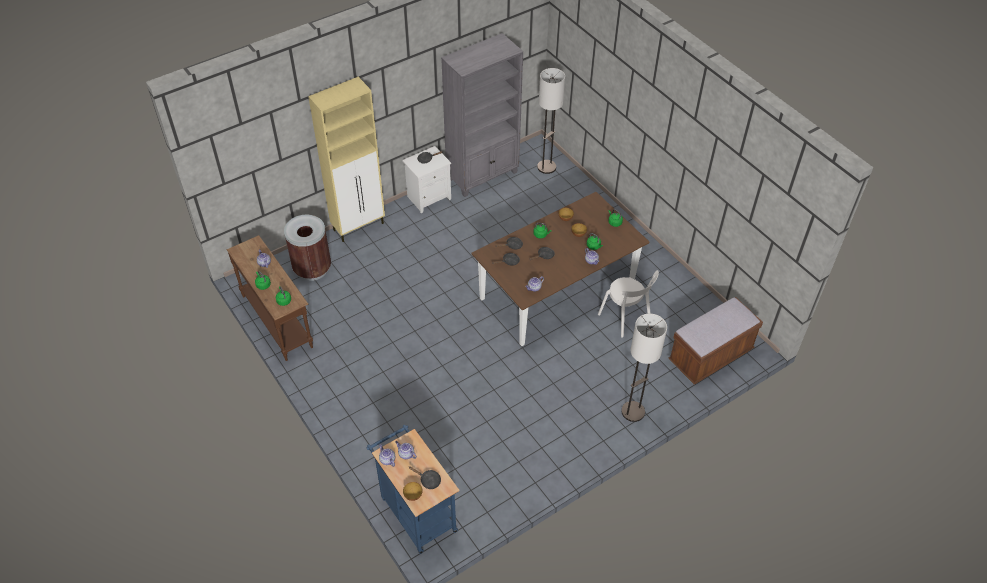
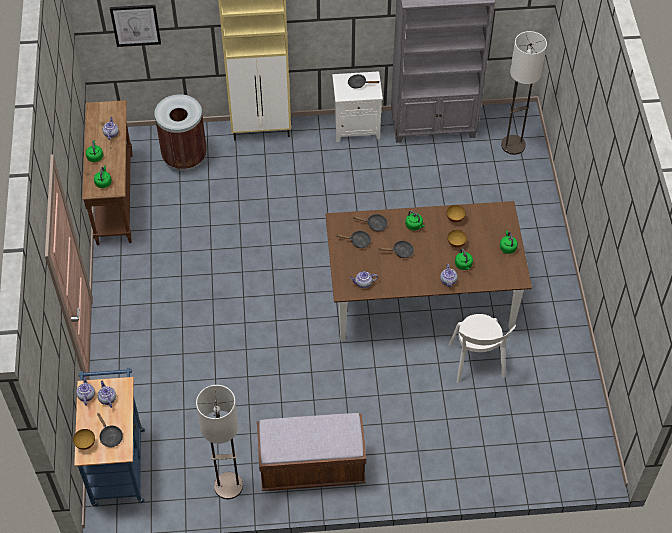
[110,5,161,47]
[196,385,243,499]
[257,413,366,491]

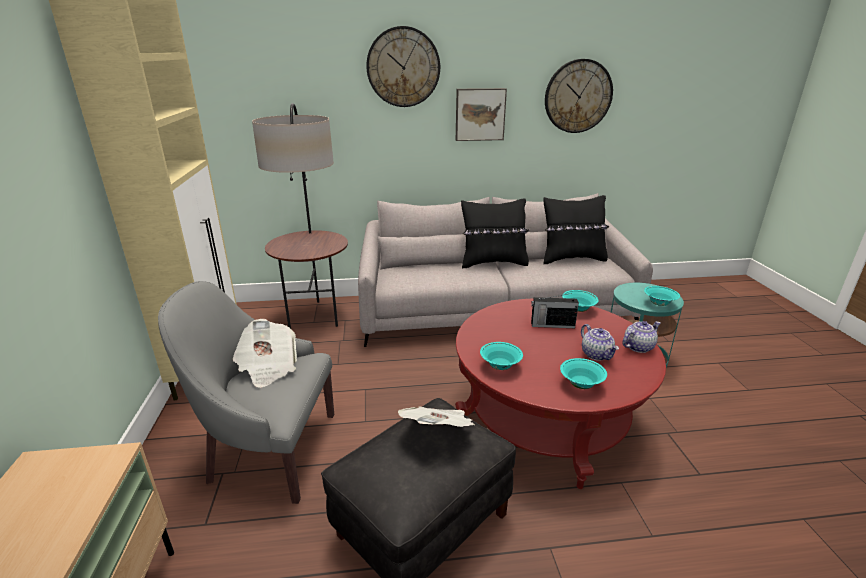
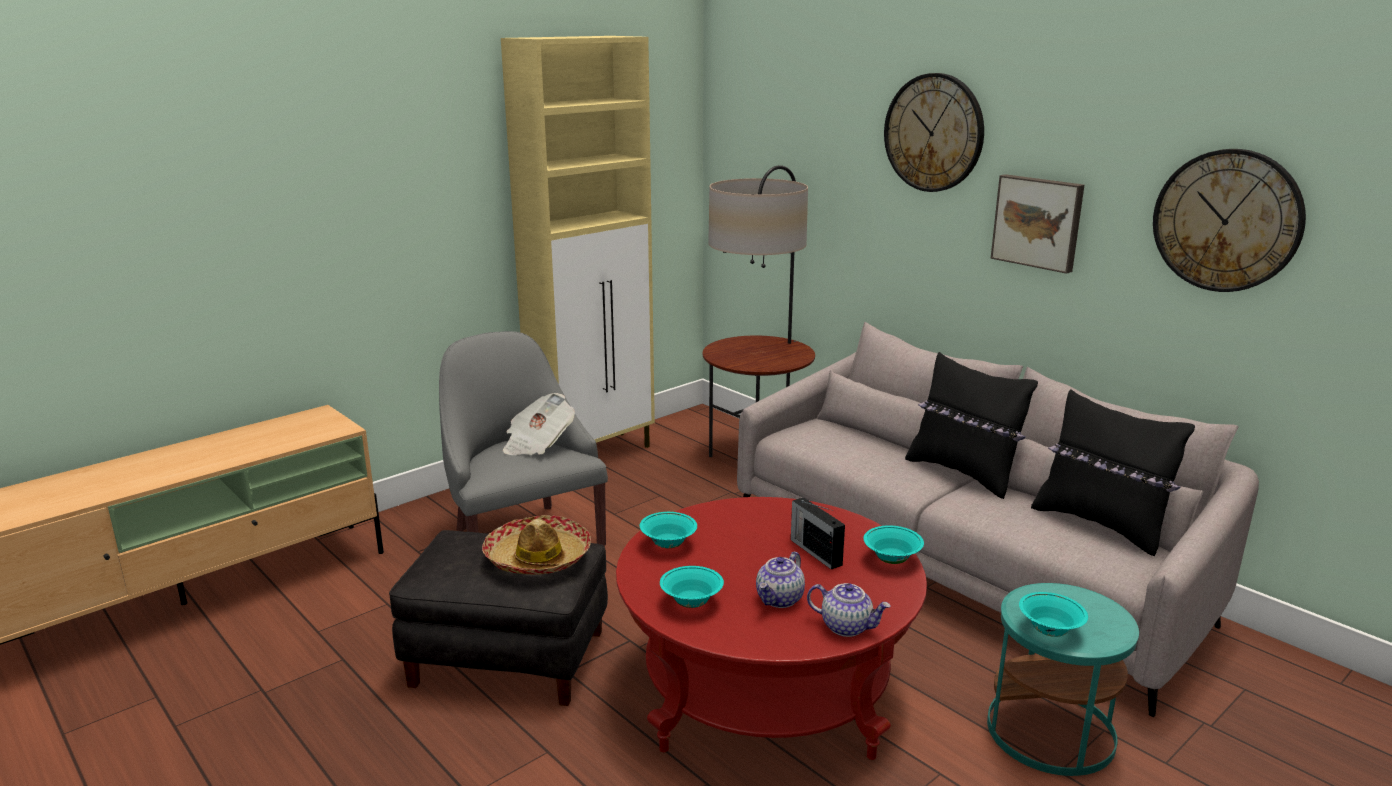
[482,515,591,575]

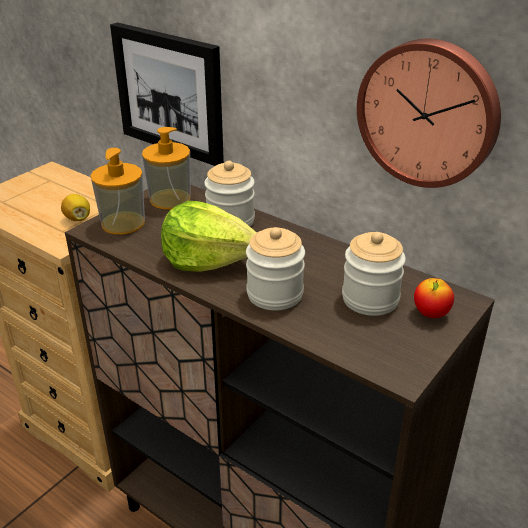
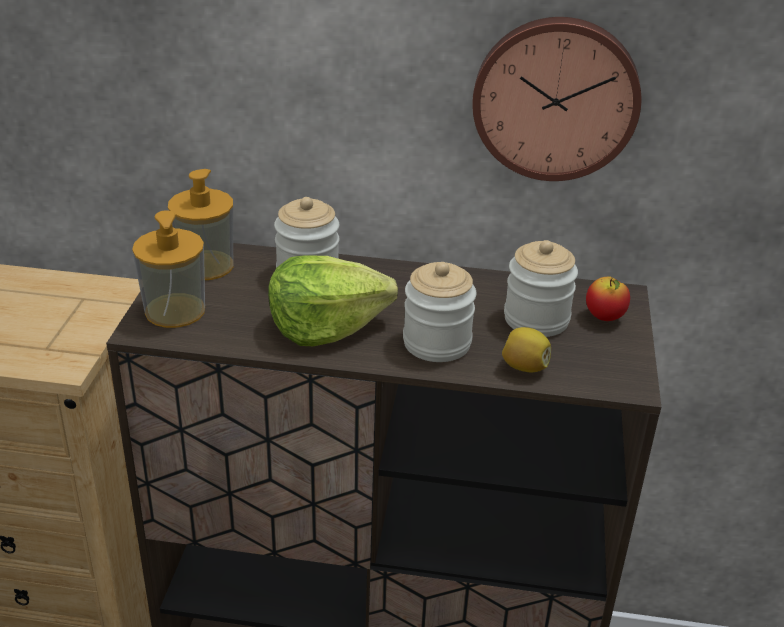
[502,327,551,372]
[110,22,224,166] (first image)

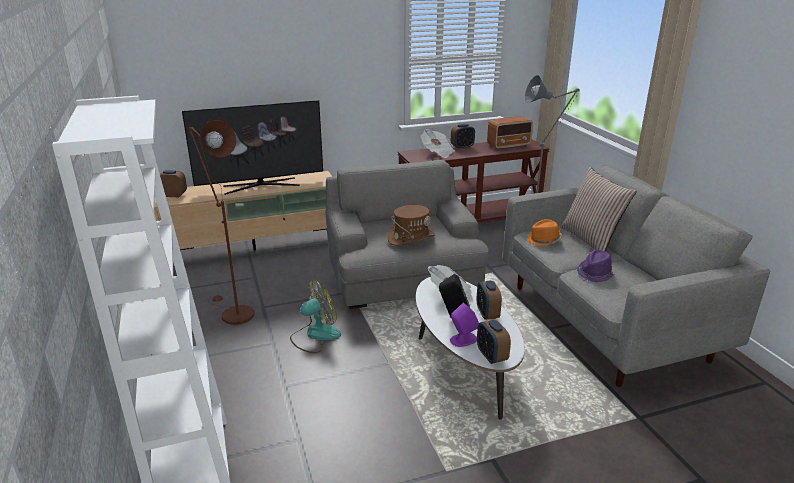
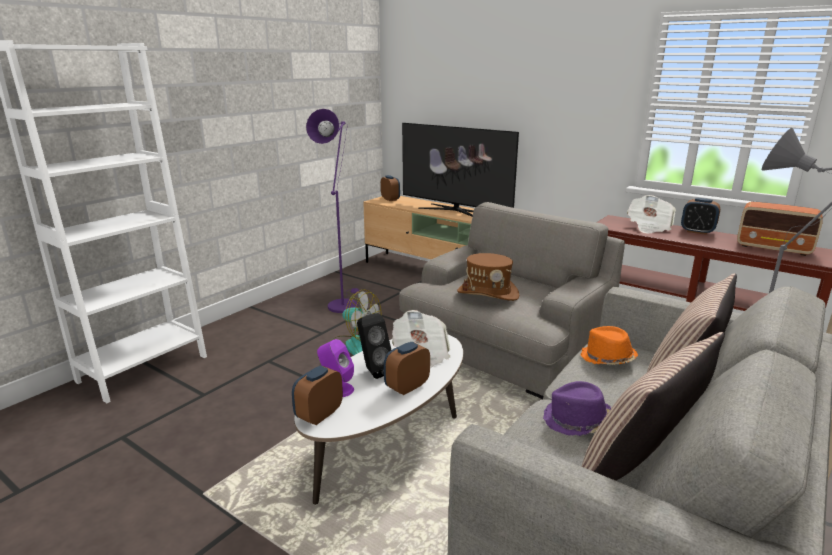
[306,109,360,313]
[581,332,725,481]

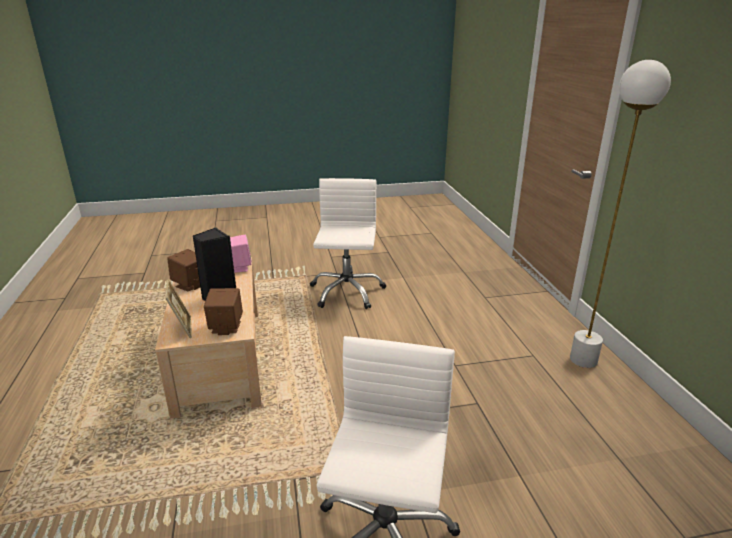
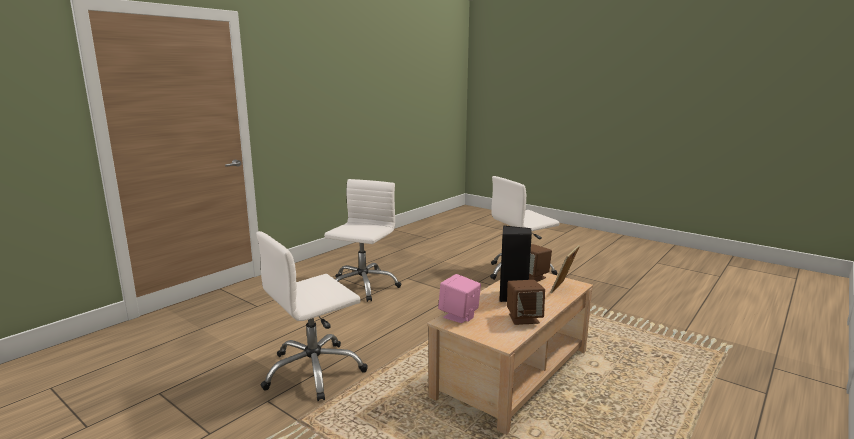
[324,179,401,302]
[570,60,671,368] (first image)

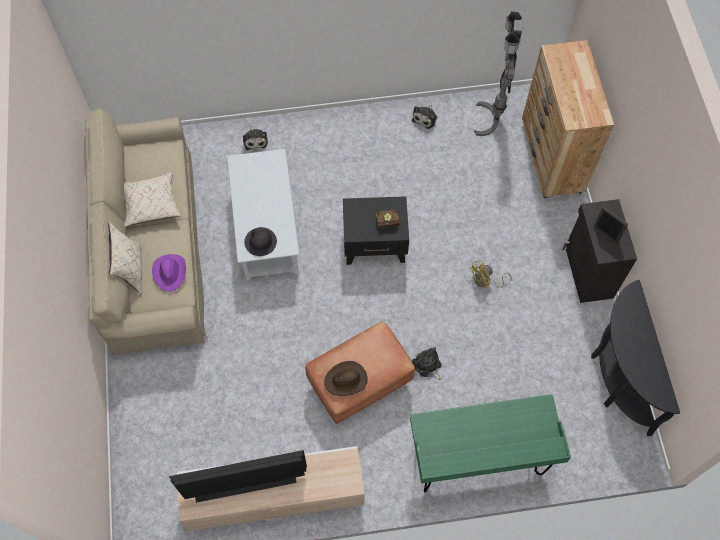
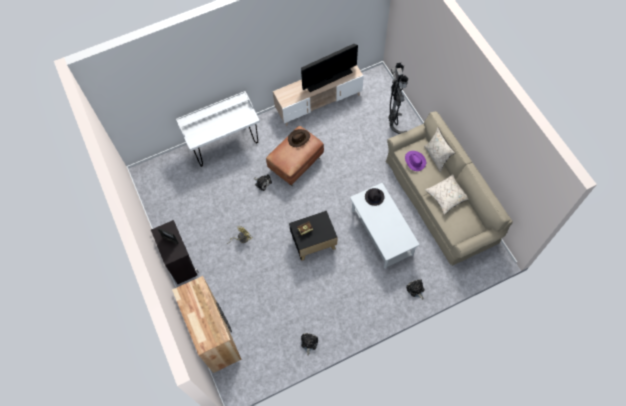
[176,91,260,167]
[388,62,408,134]
[591,280,680,436] (first image)

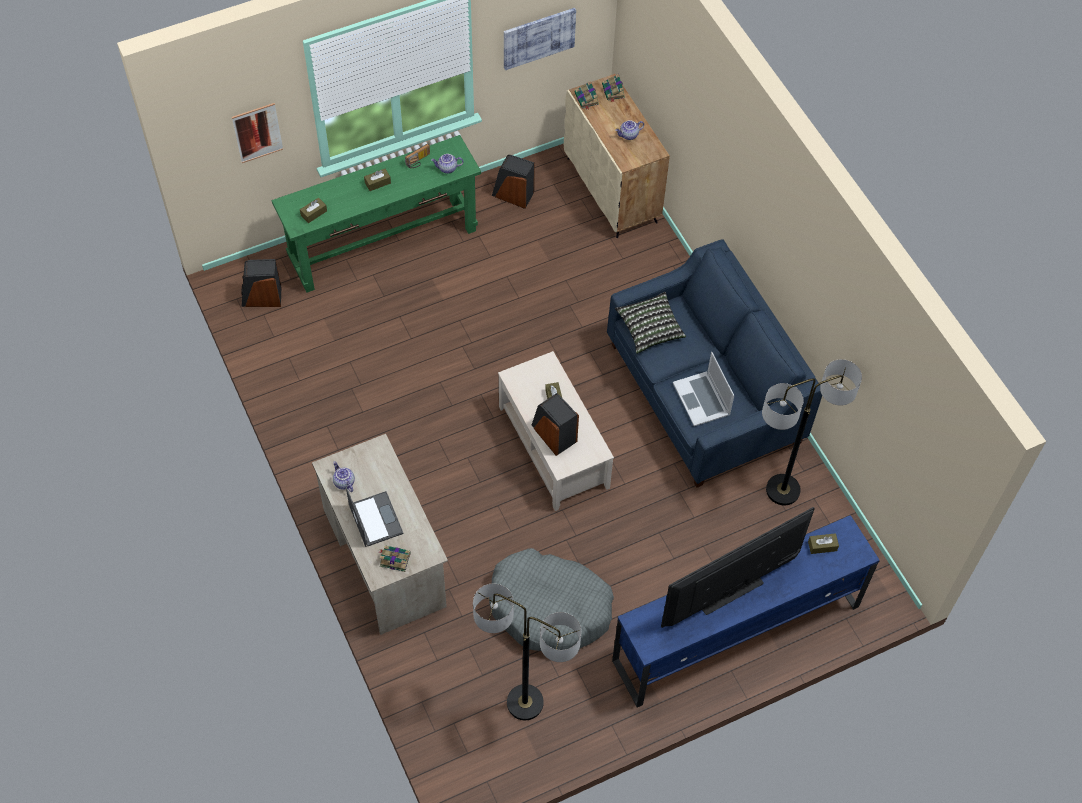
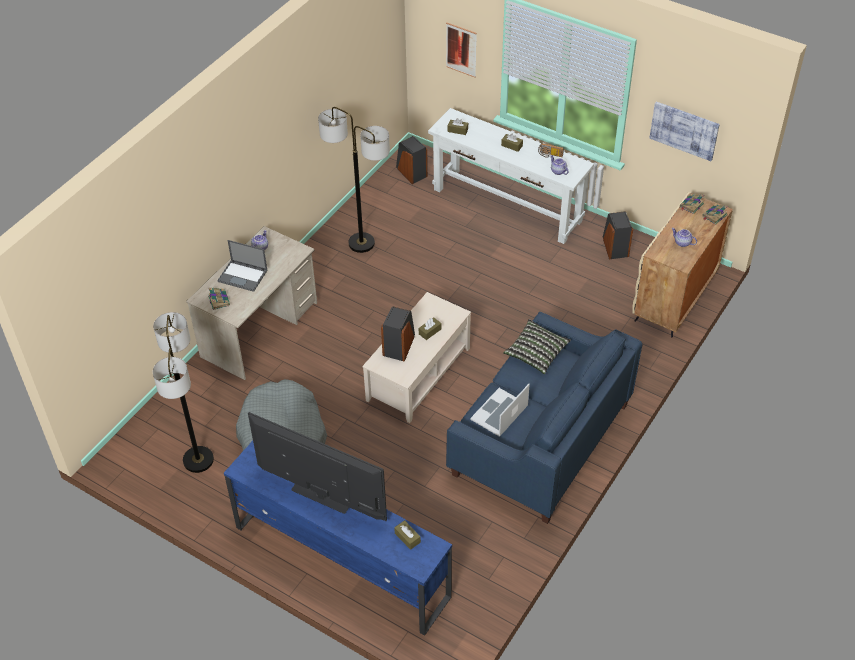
[217,240,267,292]
[318,107,390,253]
[428,108,594,244]

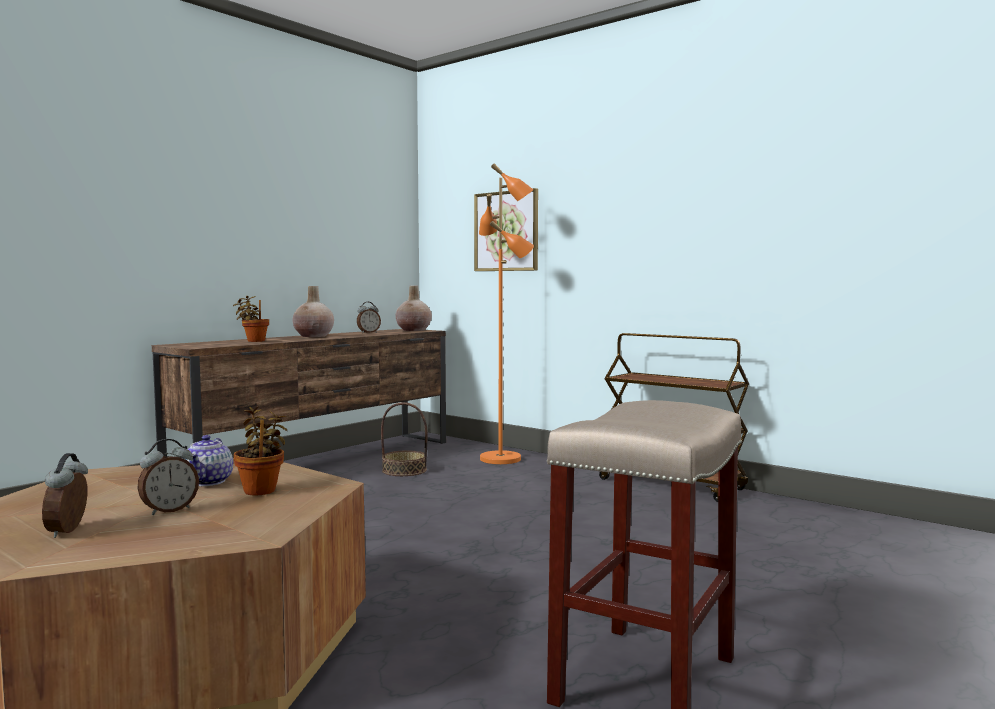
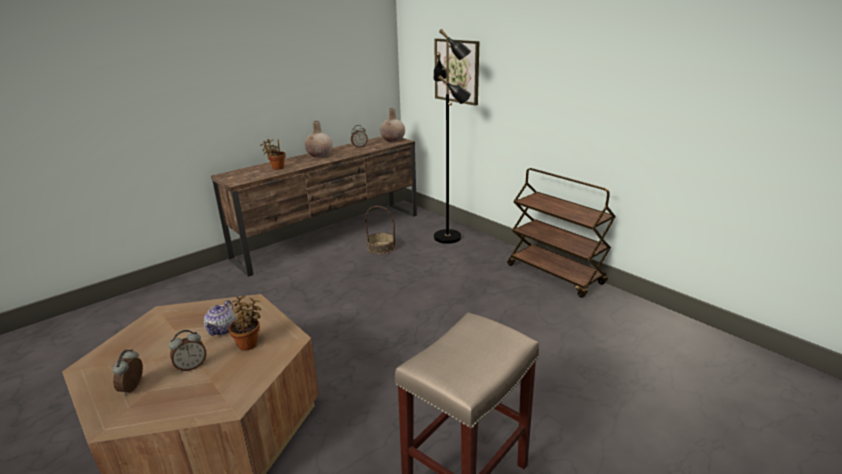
[434,29,471,244]

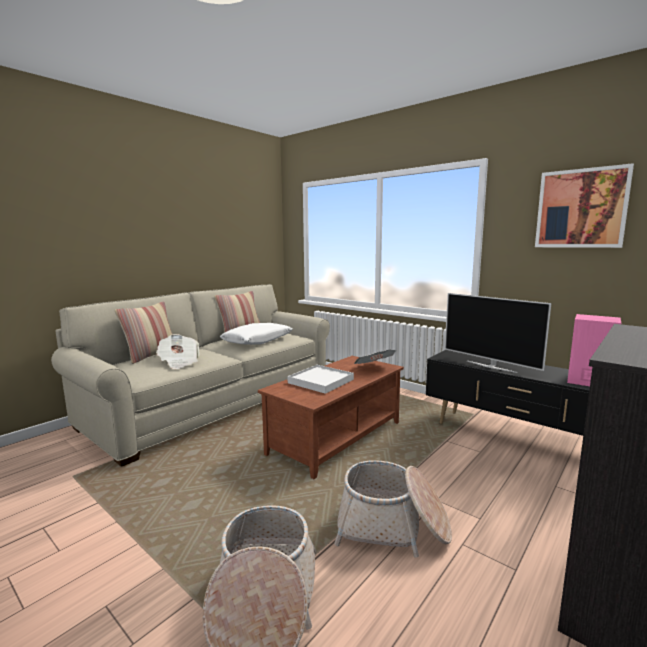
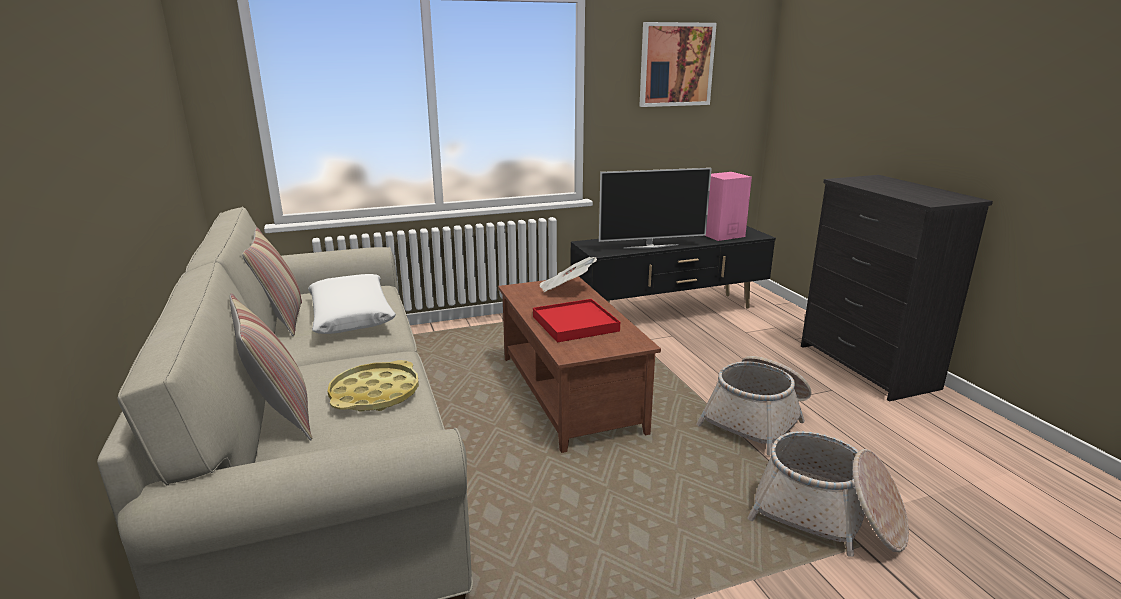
[328,360,419,412]
[533,299,620,342]

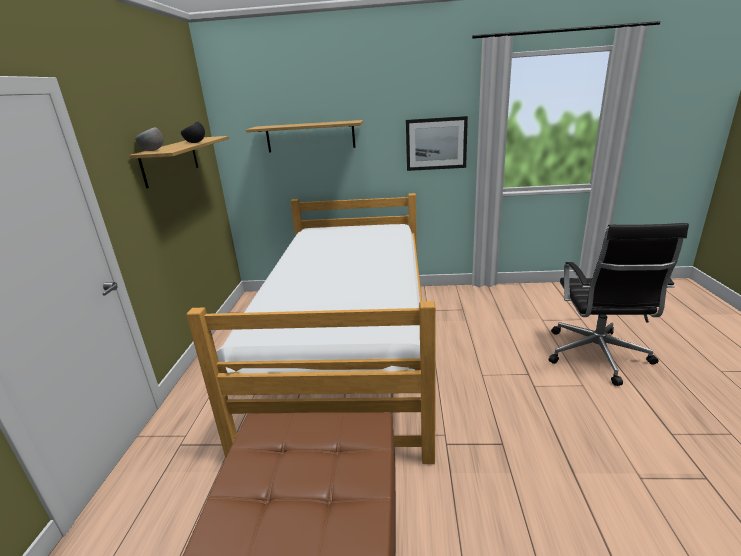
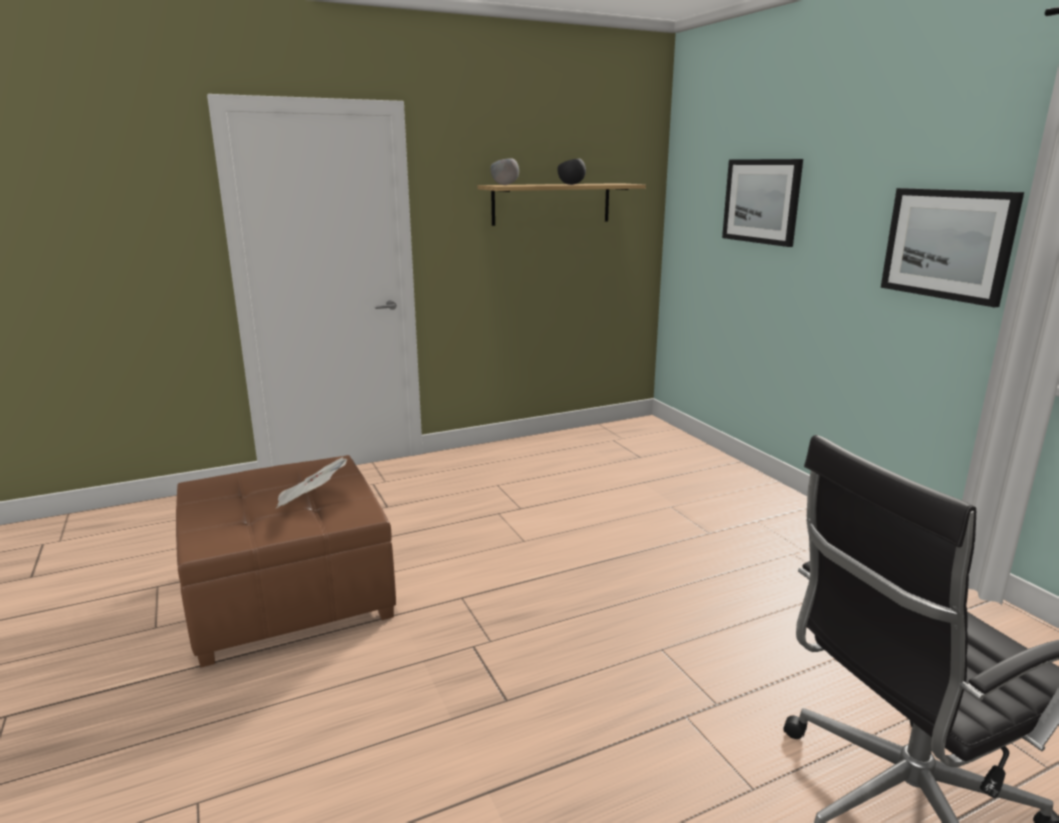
[276,457,347,508]
[722,159,803,247]
[186,193,436,464] (first image)

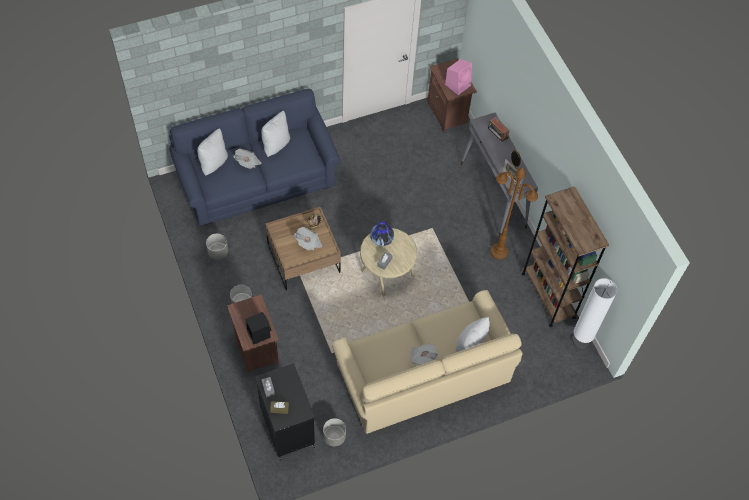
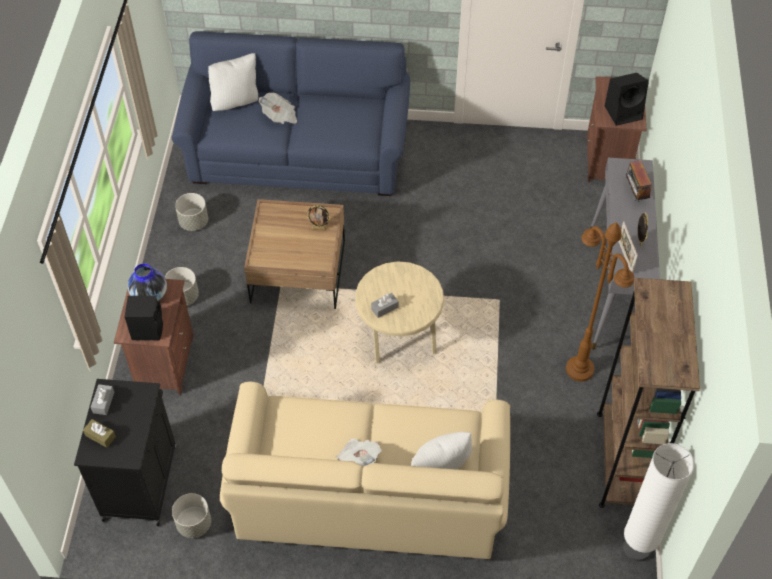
[128,263,167,301]
[605,73,649,126]
[261,111,290,157] (first image)
[294,227,322,251] (first image)

